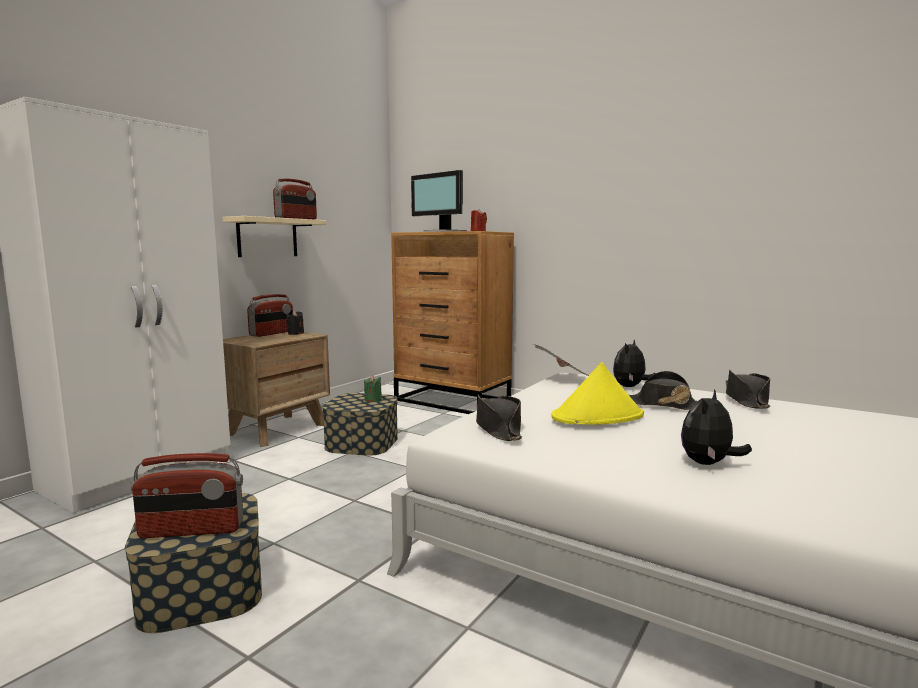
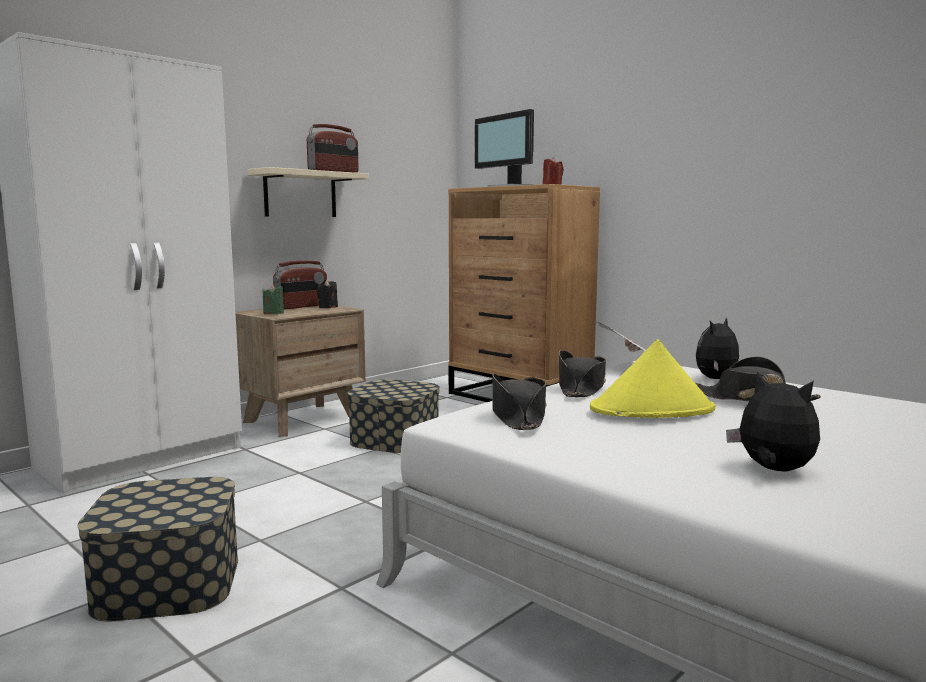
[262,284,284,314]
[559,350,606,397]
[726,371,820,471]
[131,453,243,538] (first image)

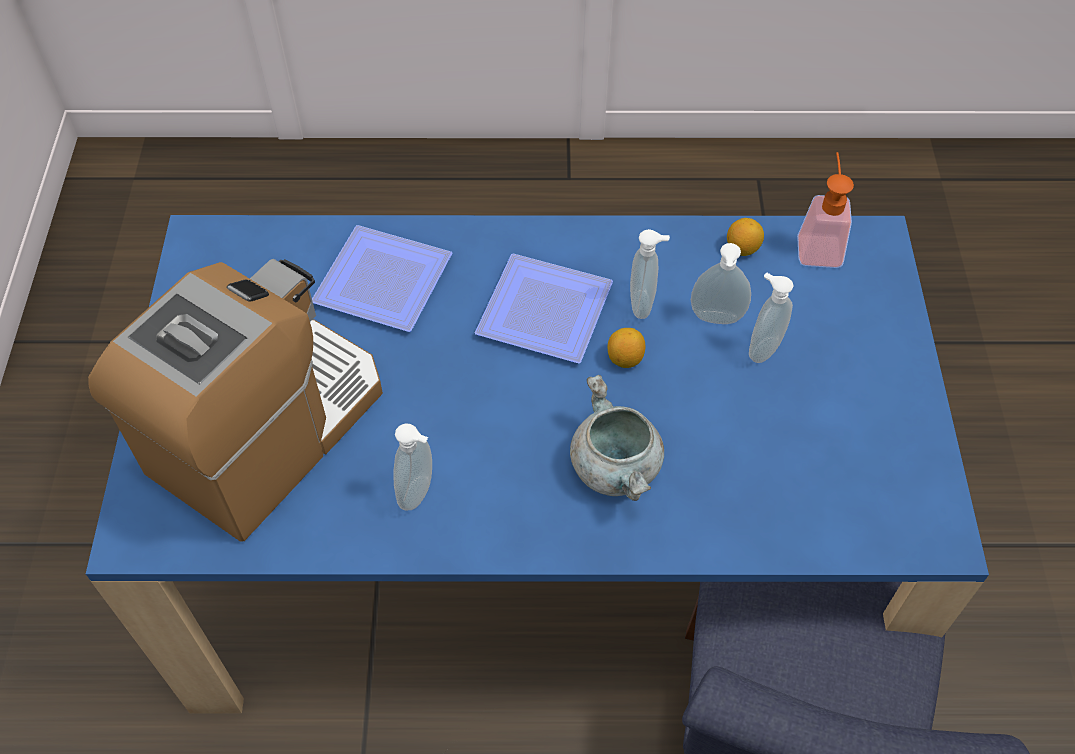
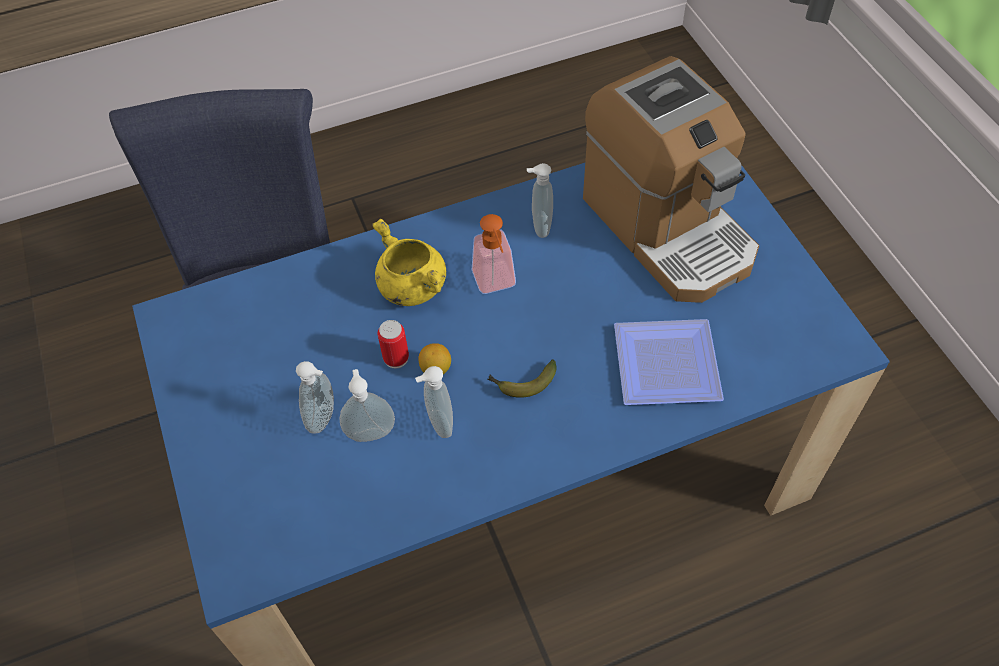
[372,219,446,306]
[378,320,409,368]
[472,214,516,294]
[488,359,557,398]
[583,56,759,303]
[727,218,764,256] (first image)

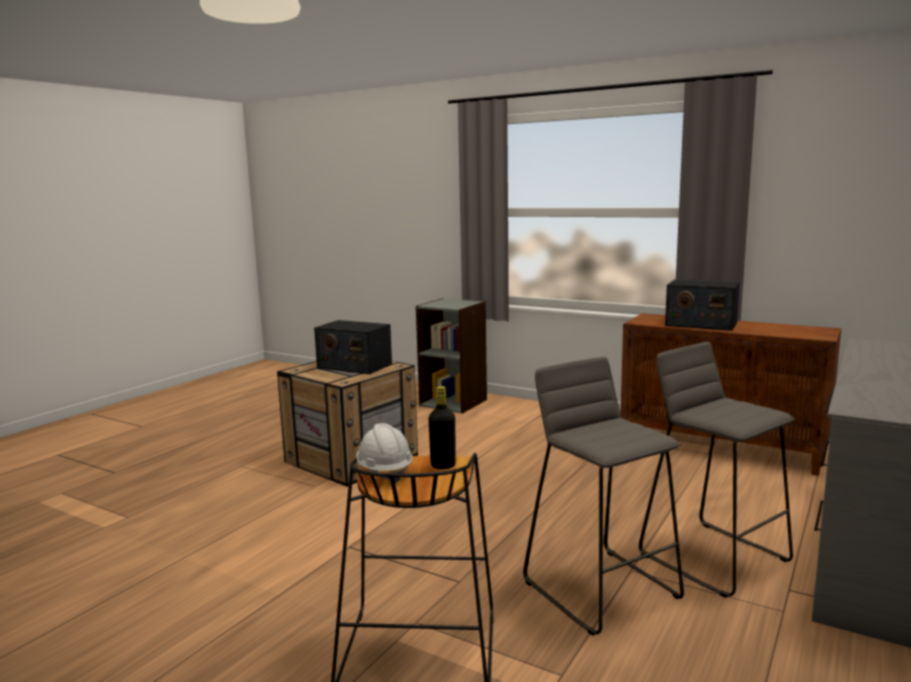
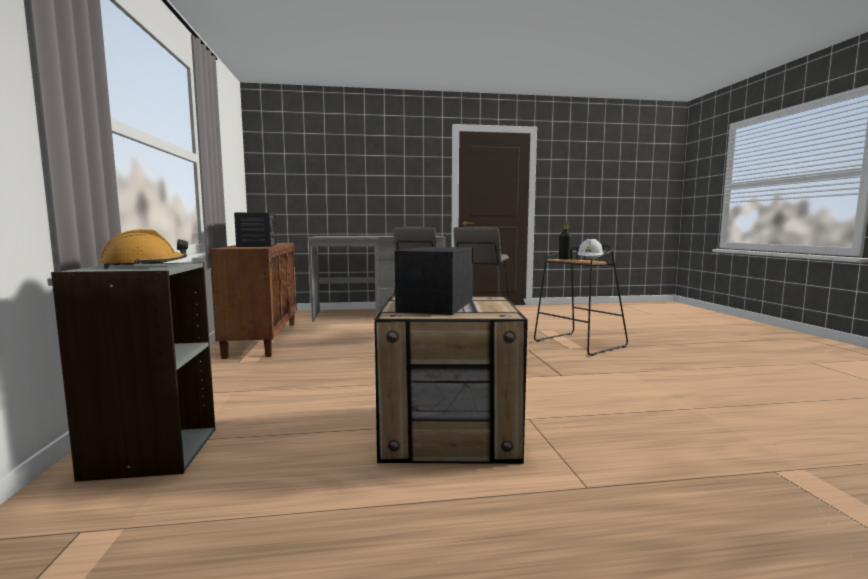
[100,229,188,269]
[395,247,473,315]

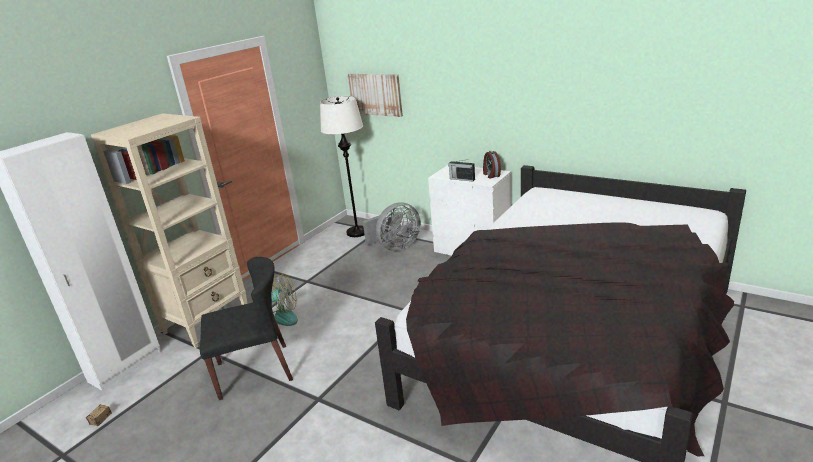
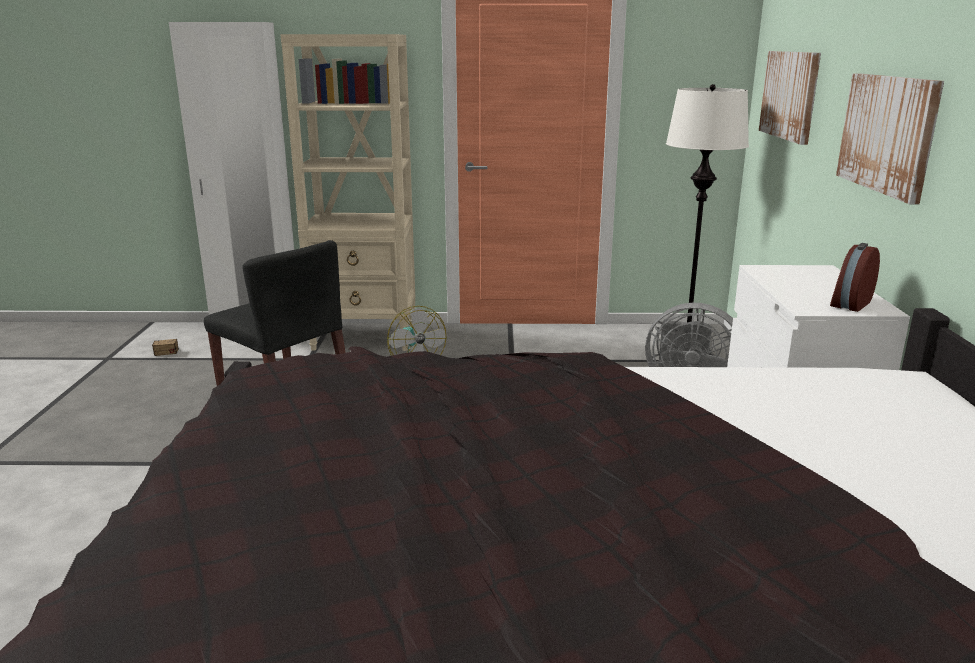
[836,74,944,204]
[448,159,475,182] (first image)

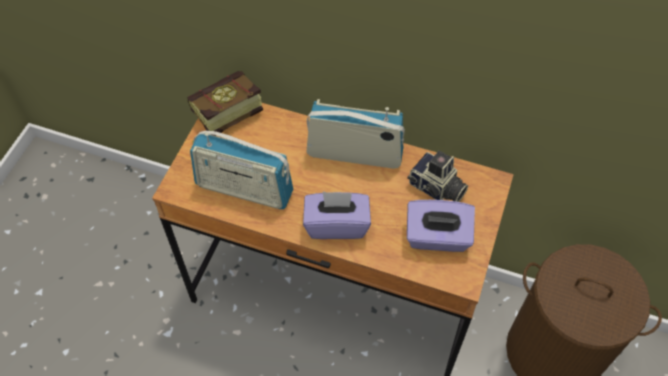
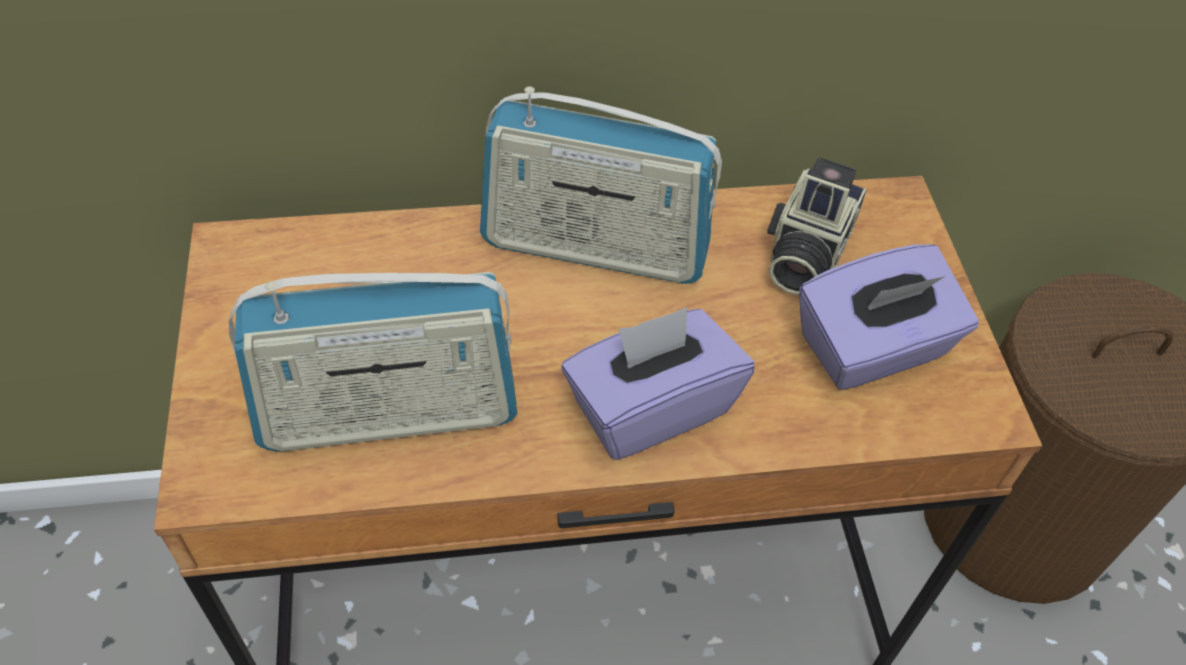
[480,87,722,284]
[767,157,867,295]
[187,71,263,141] (first image)

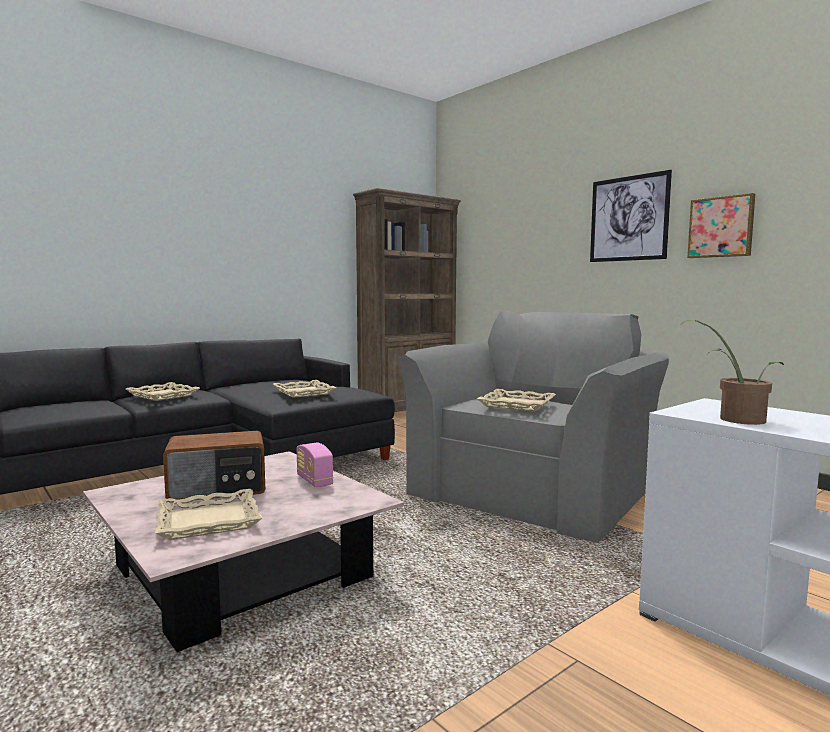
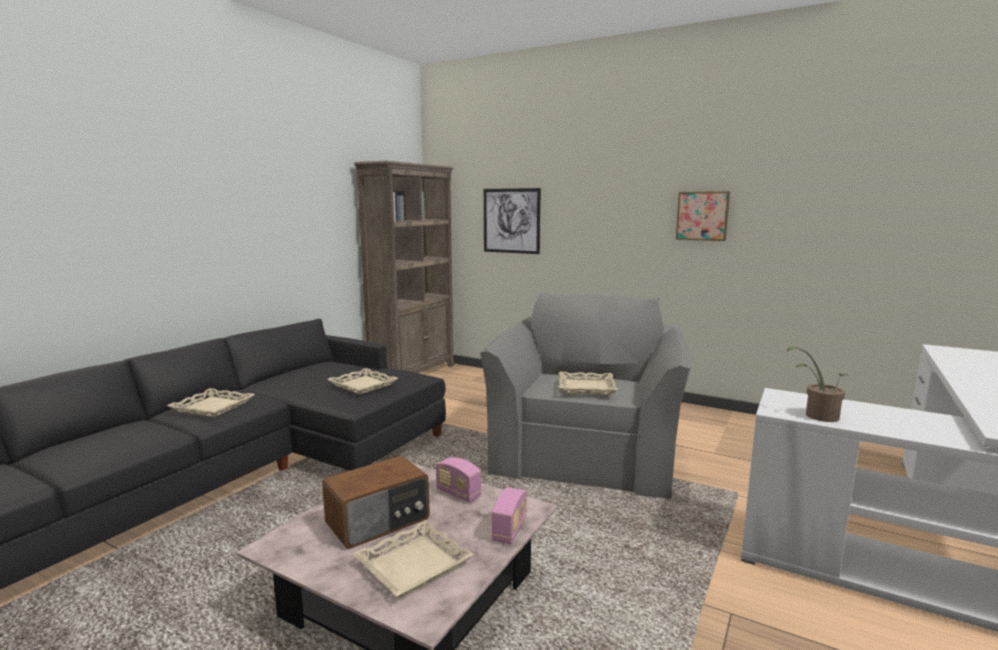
[484,188,541,254]
[492,487,527,544]

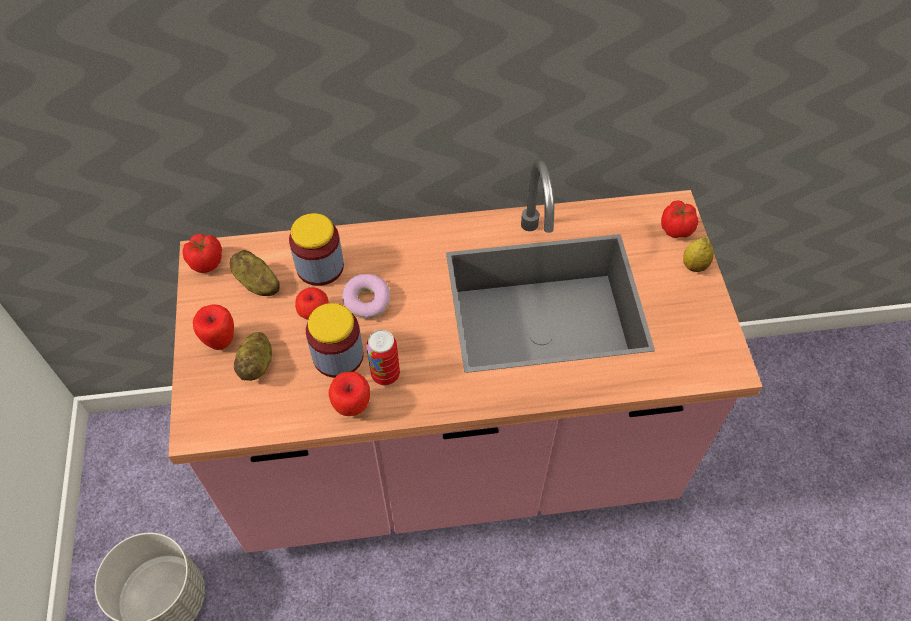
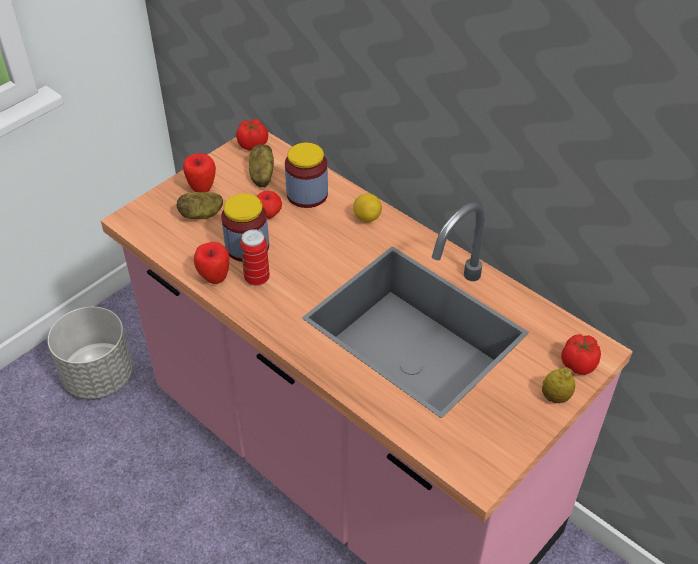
[353,194,382,222]
[342,274,390,319] (first image)

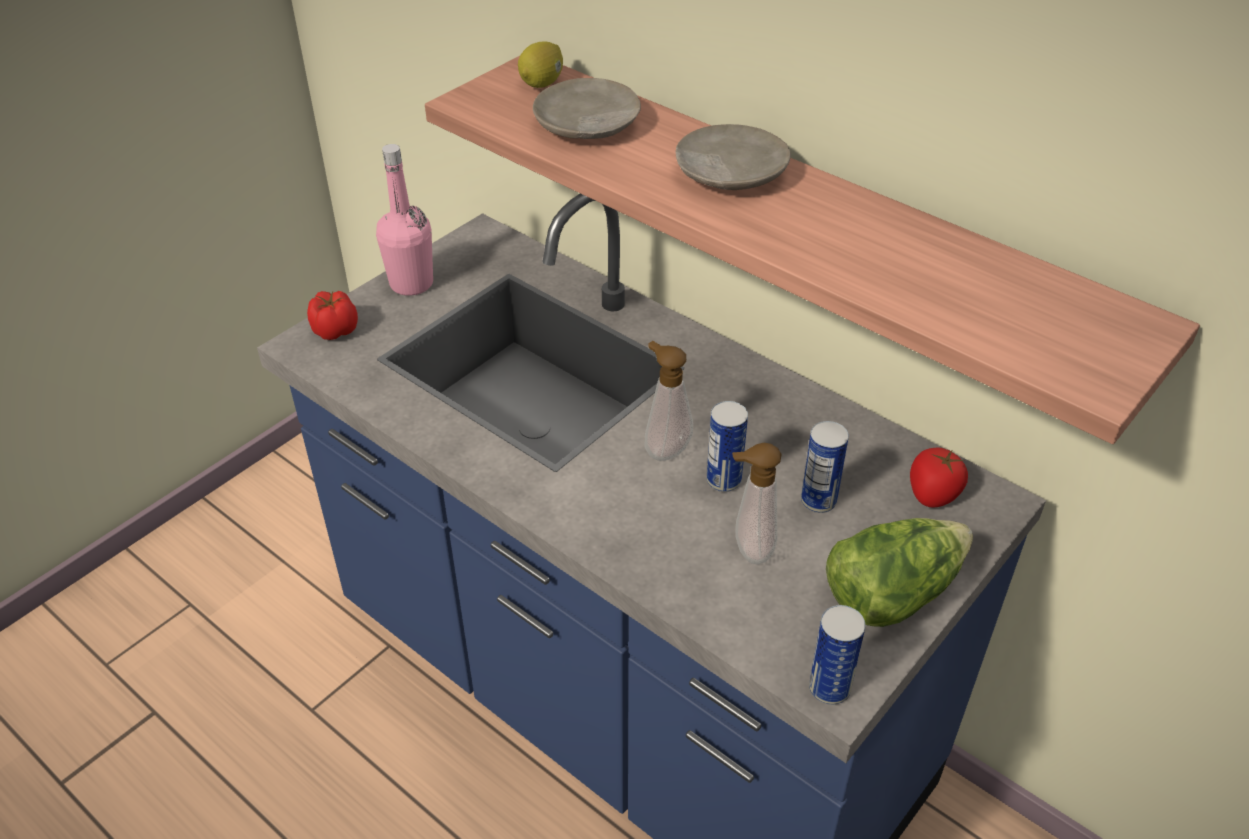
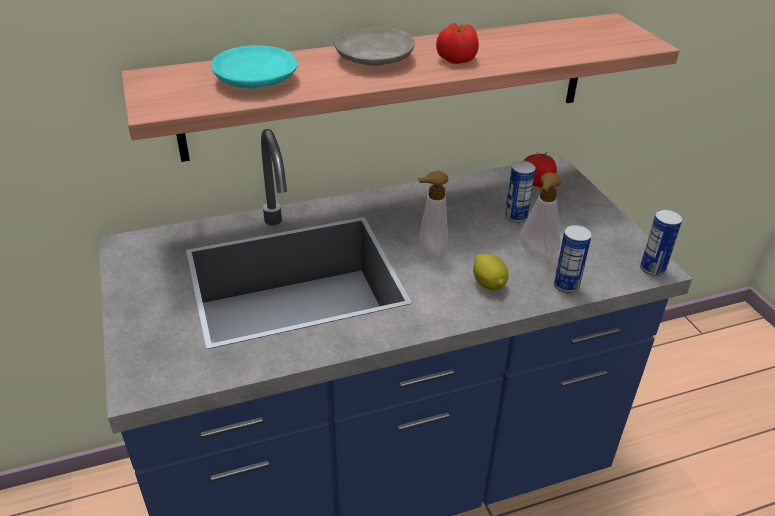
[211,45,298,89]
[436,23,479,64]
[473,254,509,290]
[554,225,592,294]
[376,144,433,296] (first image)
[826,518,973,627] (first image)

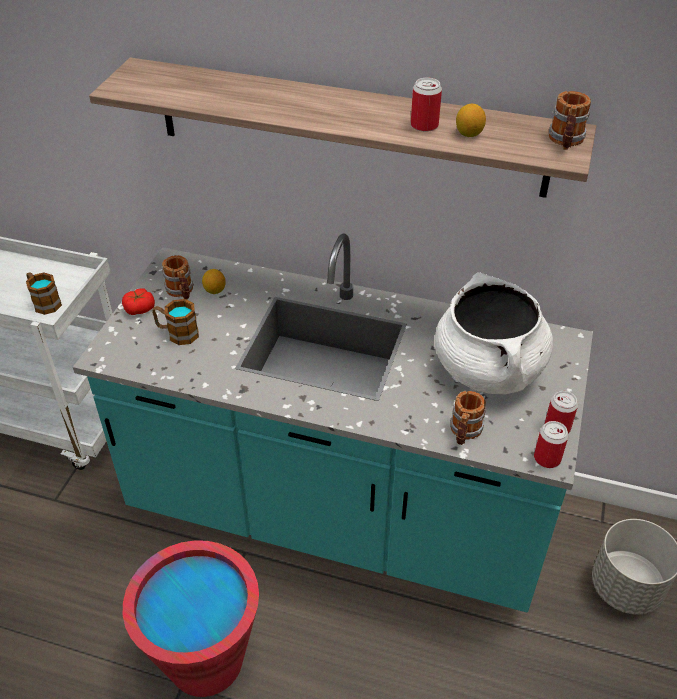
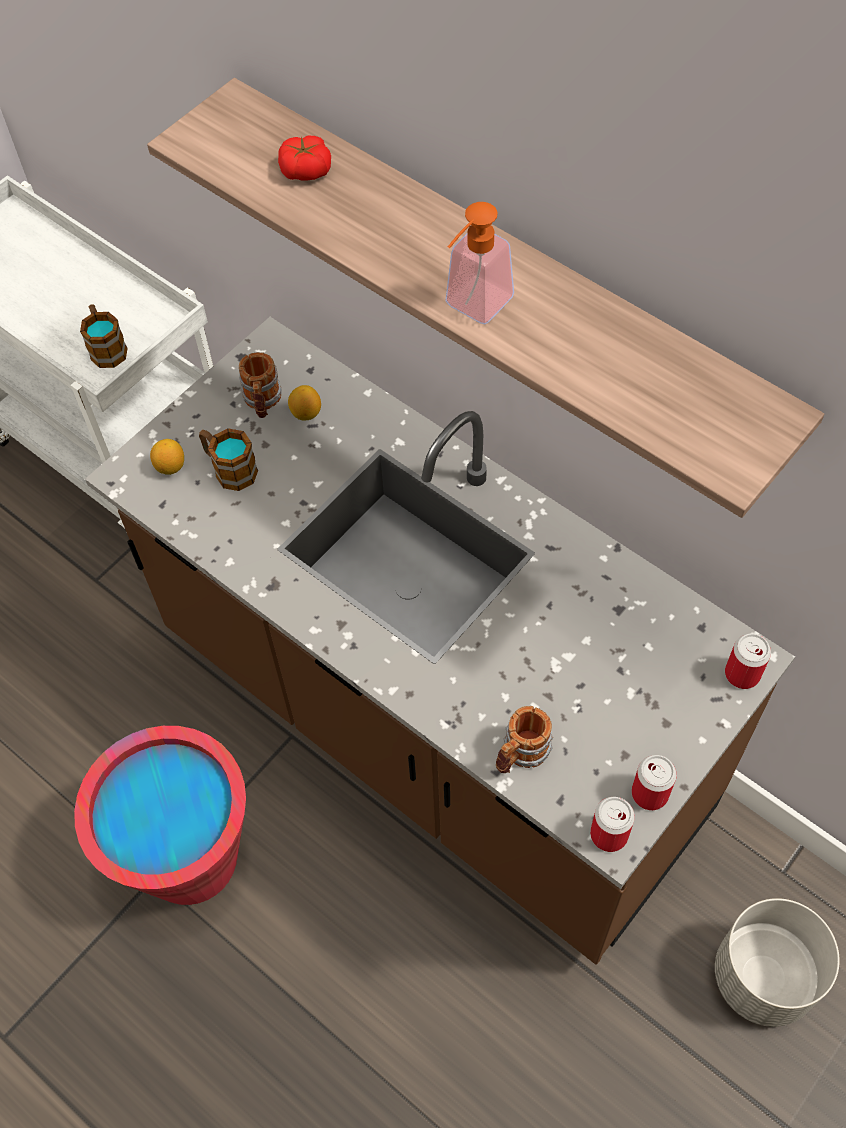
[85,317,795,965]
[150,439,184,475]
[278,135,331,180]
[445,202,514,324]
[725,633,771,689]
[435,272,553,394] (first image)
[549,91,591,150] (first image)

